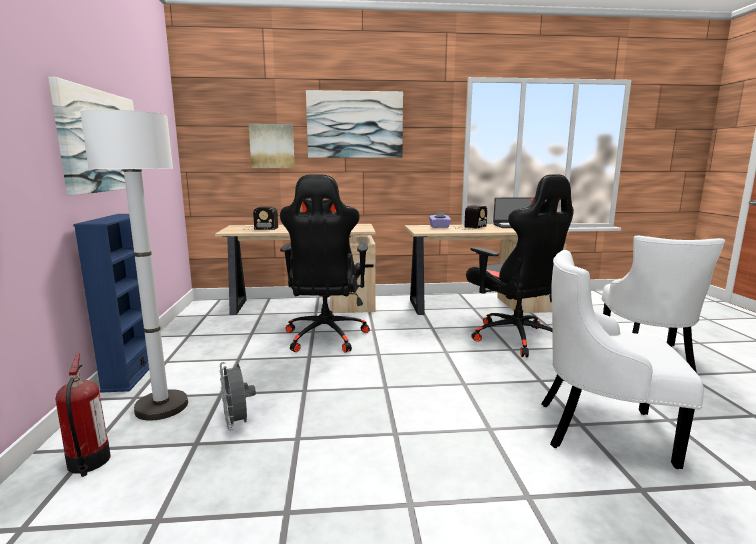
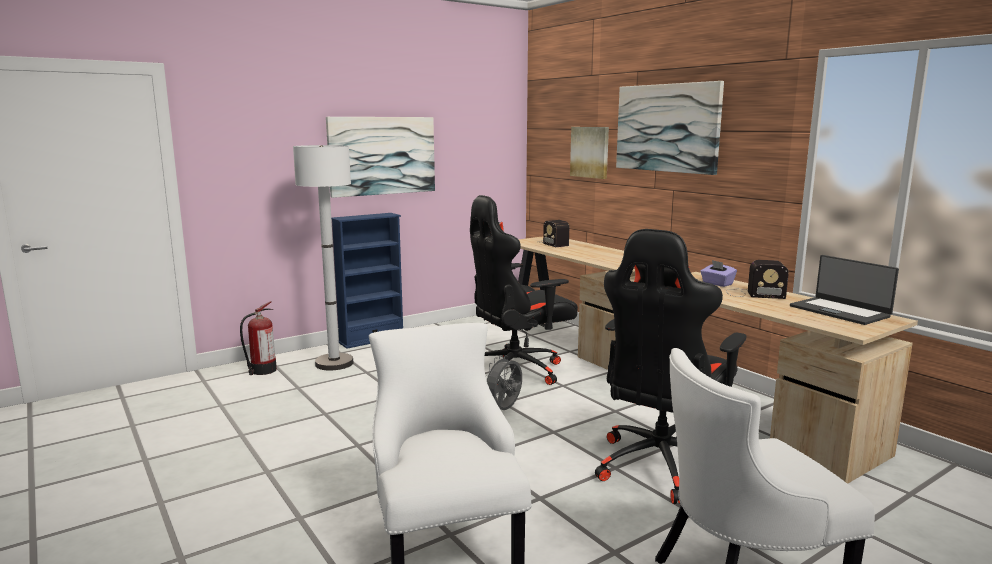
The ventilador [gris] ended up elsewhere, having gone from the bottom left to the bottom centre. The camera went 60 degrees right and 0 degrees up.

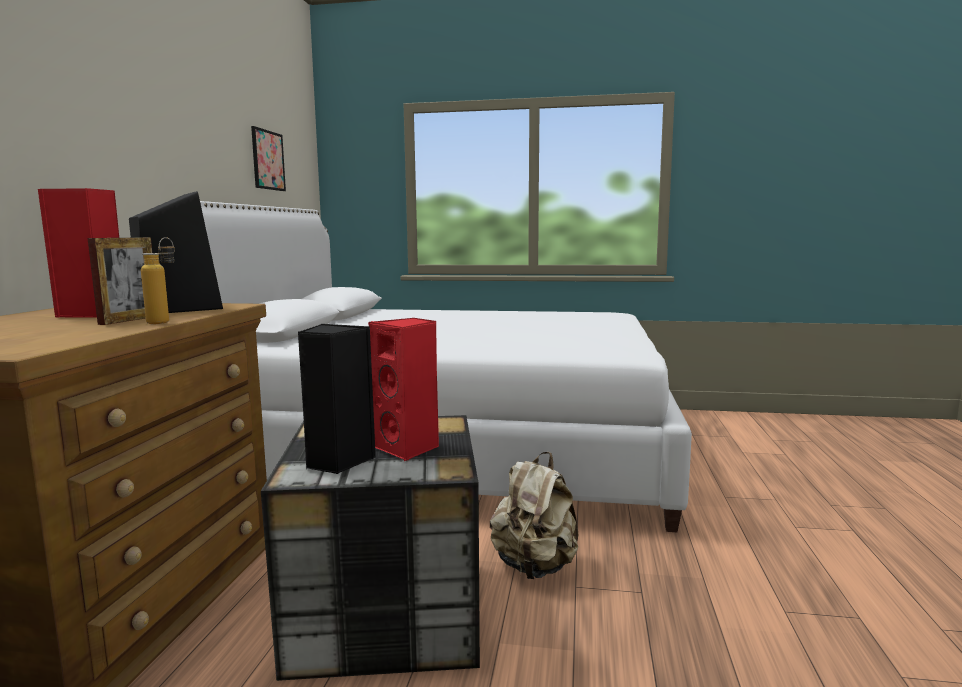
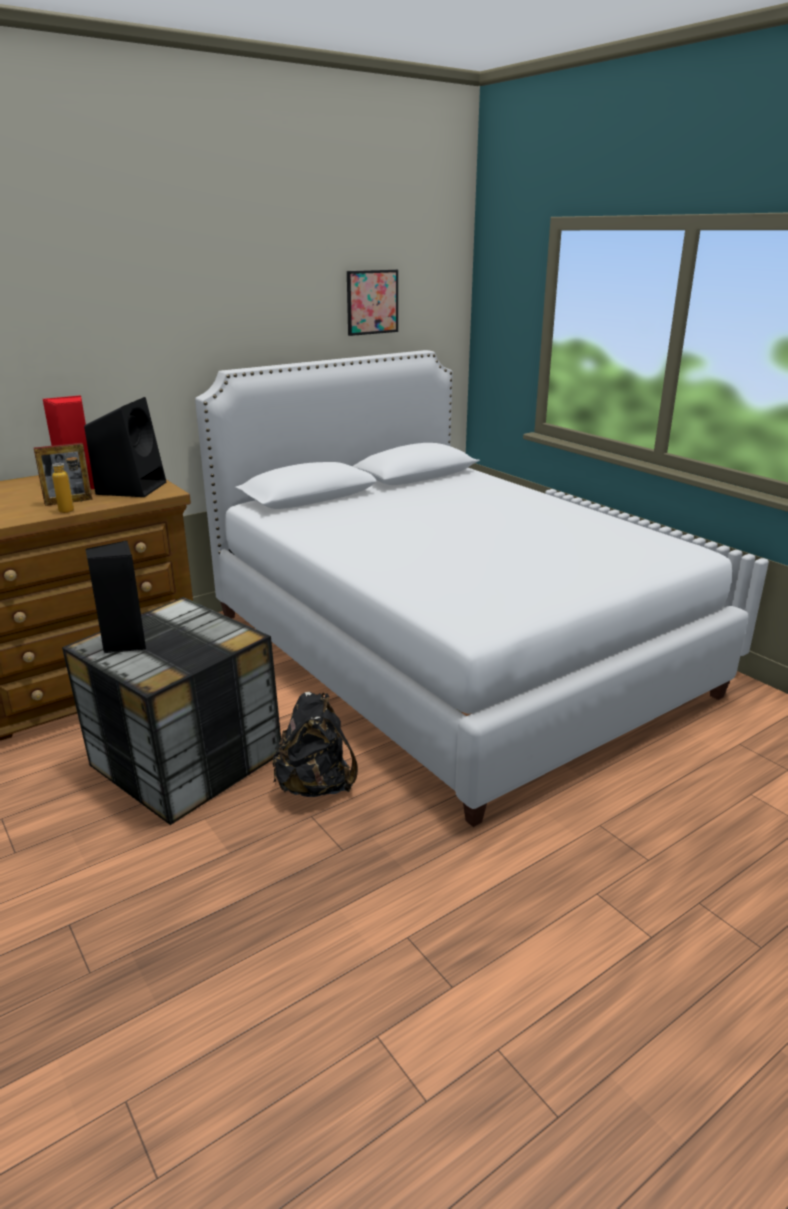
The second view lost the altavoz [rojo] (no. 2 from left) at the centre. What was the mochila [beis] at the bottom centre turned into the mochila [negro] at the centre. The camera went 45 degrees right and 15 degrees up.

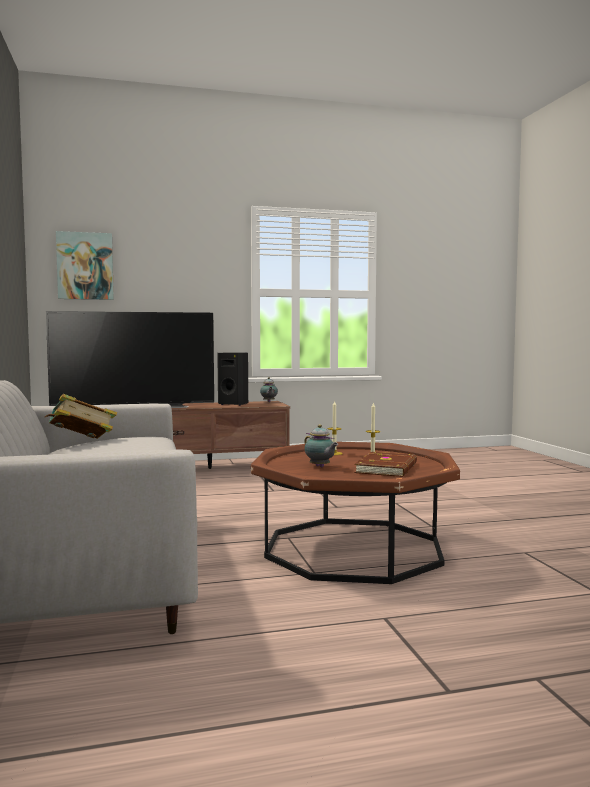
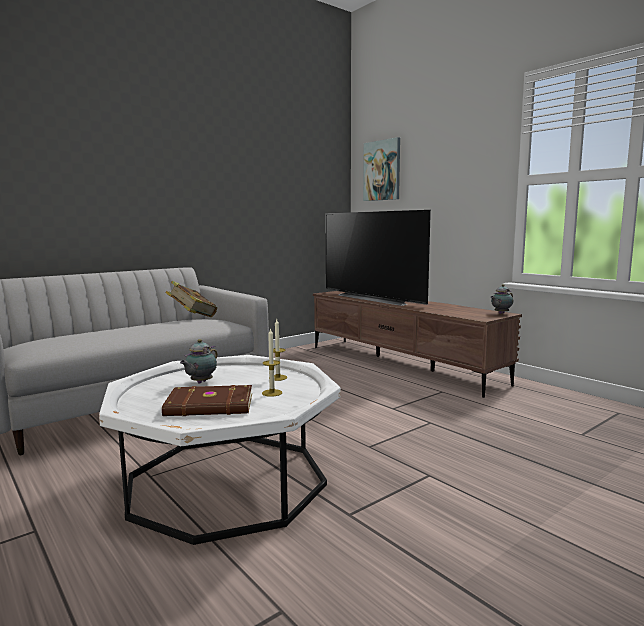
The second view lost the altavoz [negro] at the centre. What was the mesa de centro [marrón] at the centre turned into the mesa de centro [blanco] at the bottom centre. The camera went 65 degrees right and 5 degrees up.

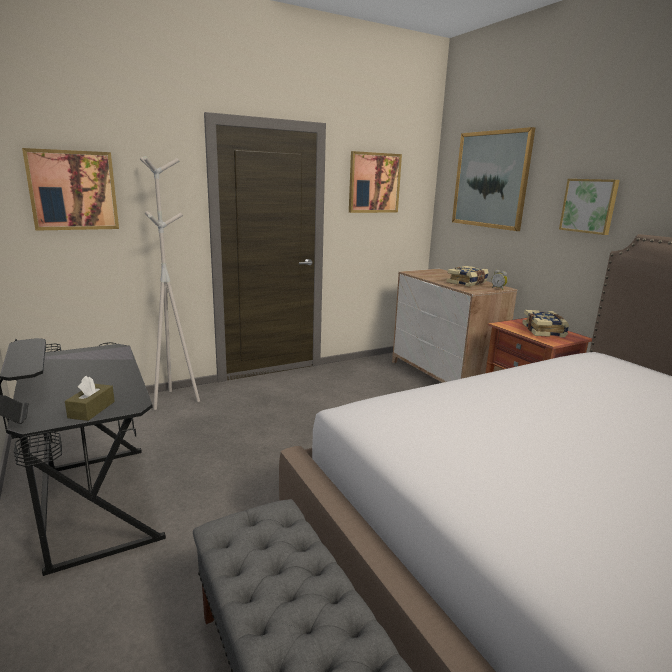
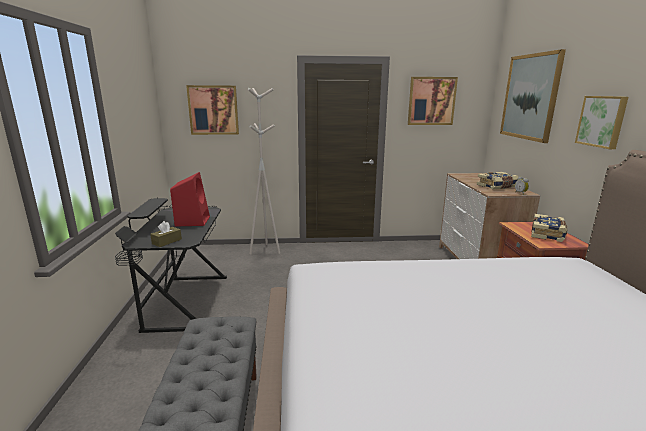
The second view gained the altavoz [rojo] at the middle left. The camera went 25 degrees right and 0 degrees up.

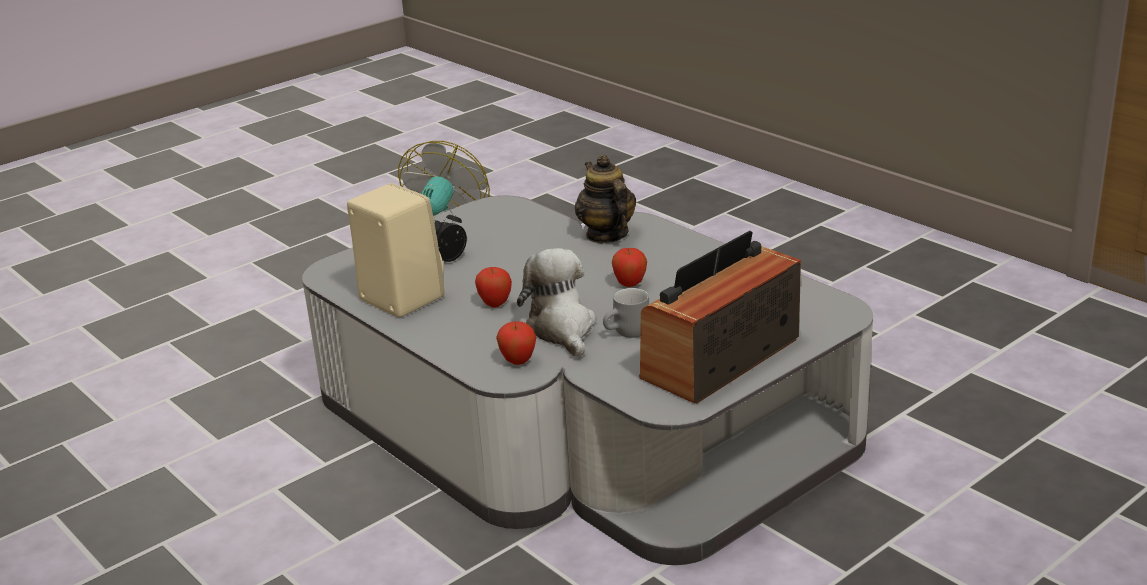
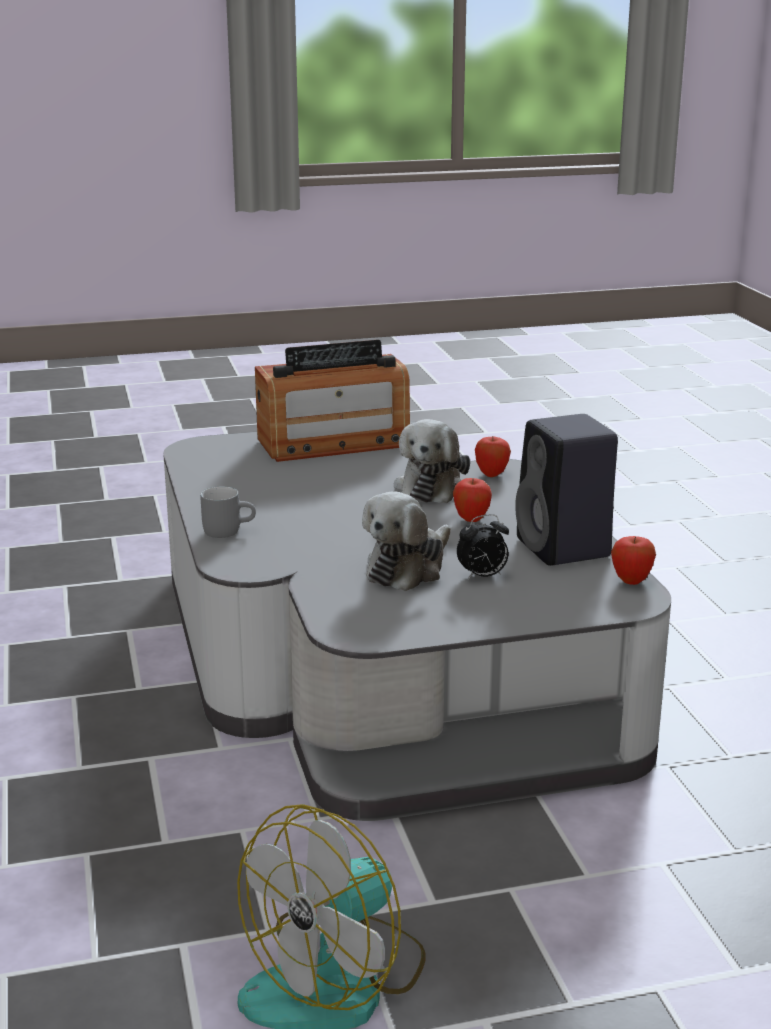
What was the altavoz [beis] at the centre turned into the altavoz [negro] at the middle right. The second view lost the tetera at the centre. The taza grande [gris] ended up elsewhere, having gone from the centre to the middle left. The manzana (no. 3 from left) ended up elsewhere, having gone from the centre to the middle right. The second view gained the peluche (no. 1 from left) at the centre. The camera went 155 degrees left and 5 degrees down.

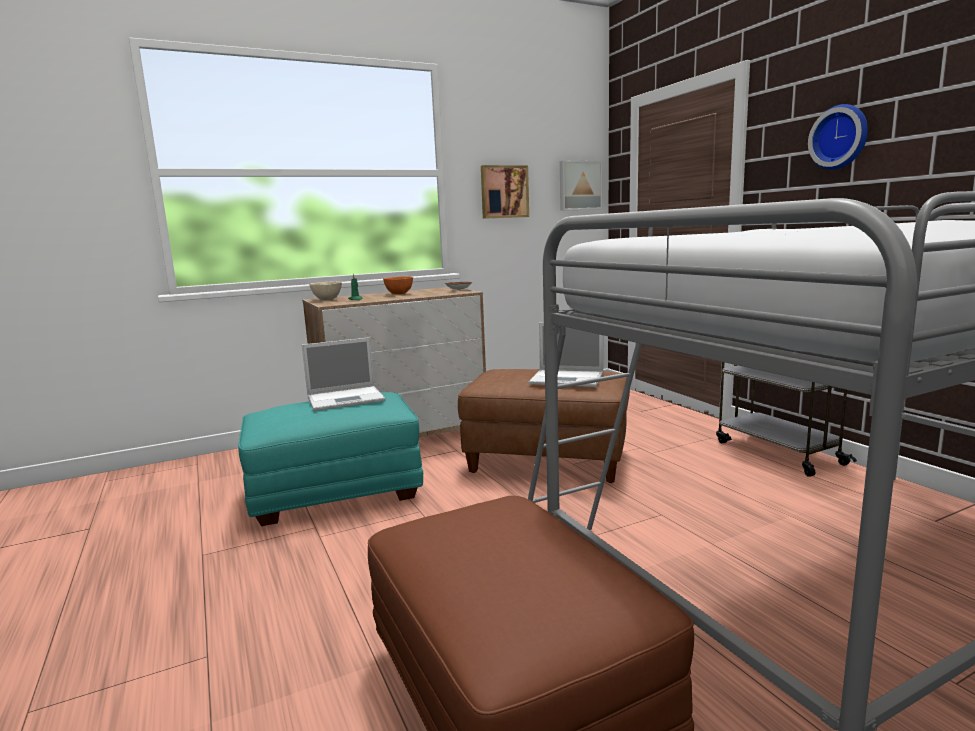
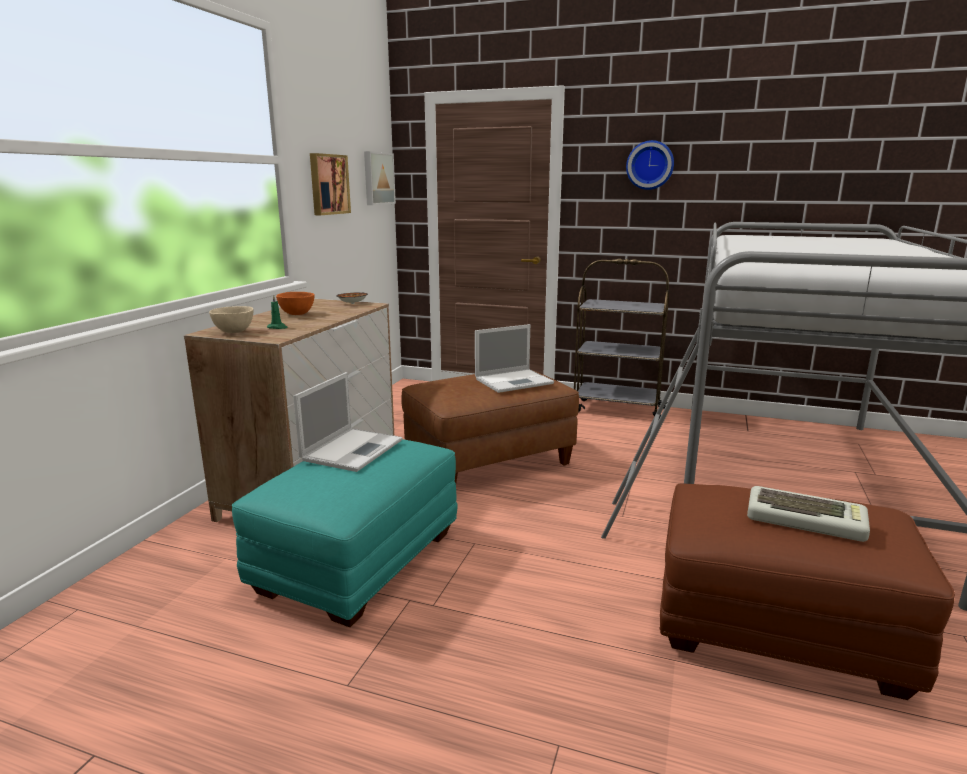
The second view gained the teclado at the middle right. The camera went 45 degrees left and 5 degrees up.

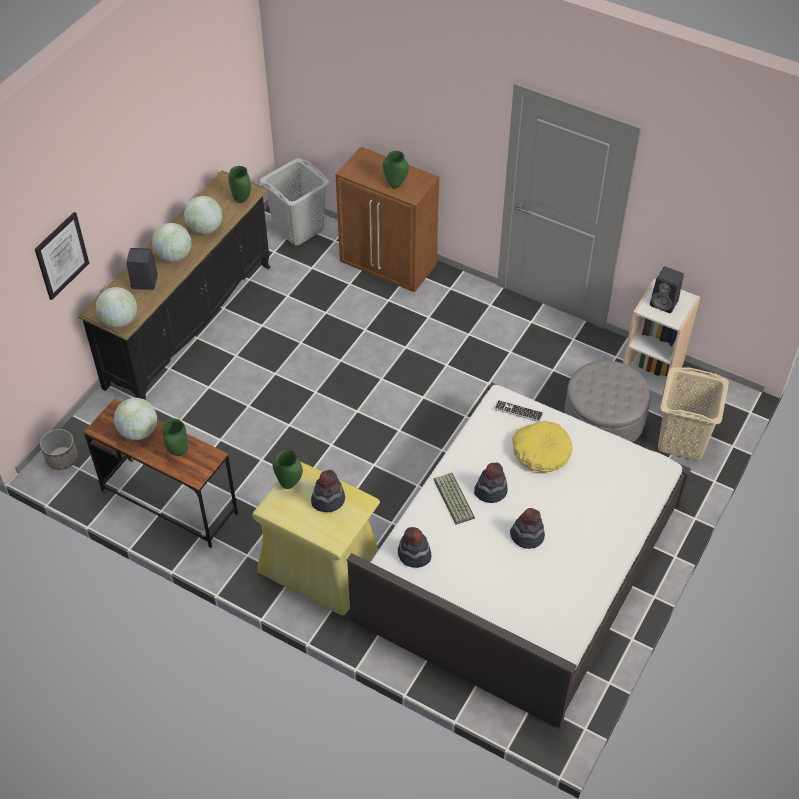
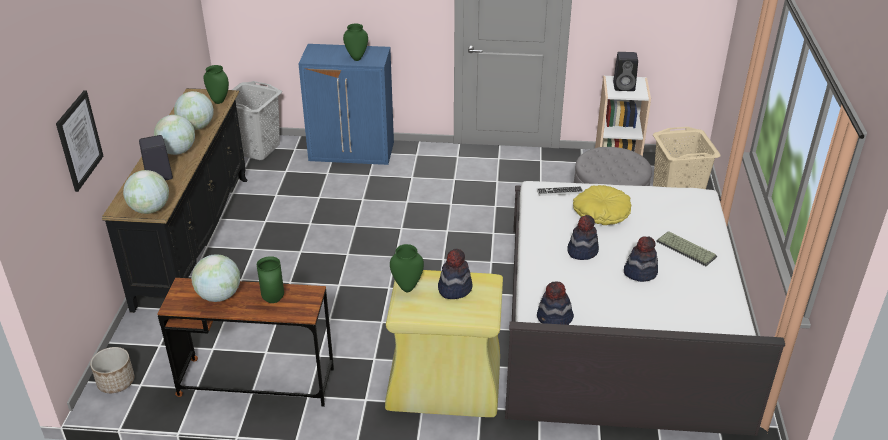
What was the armario [marrón] at the top centre turned into the armario [azul] at the top centre. The teclado (no. 1 from left in the first image) ended up elsewhere, having gone from the centre to the middle right. The camera went 25 degrees left and 15 degrees down.

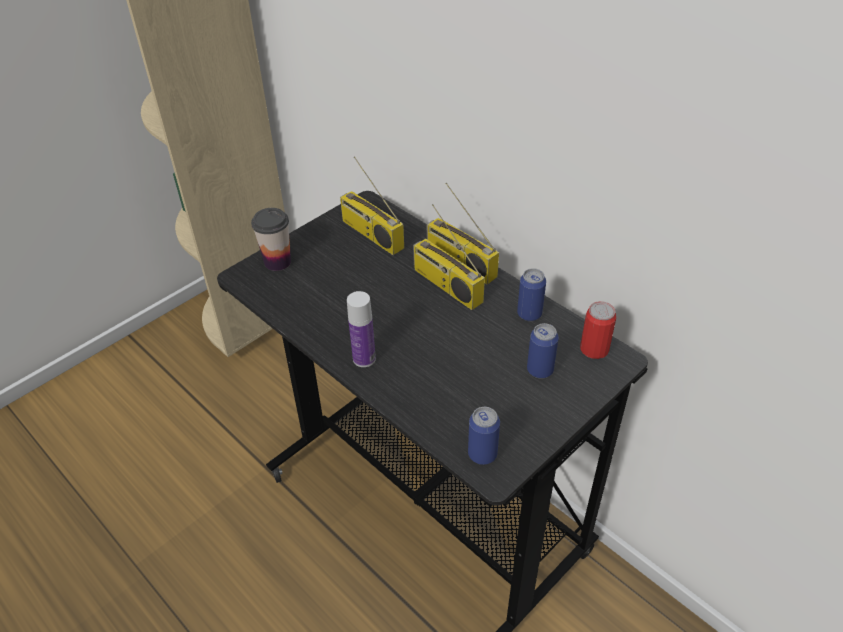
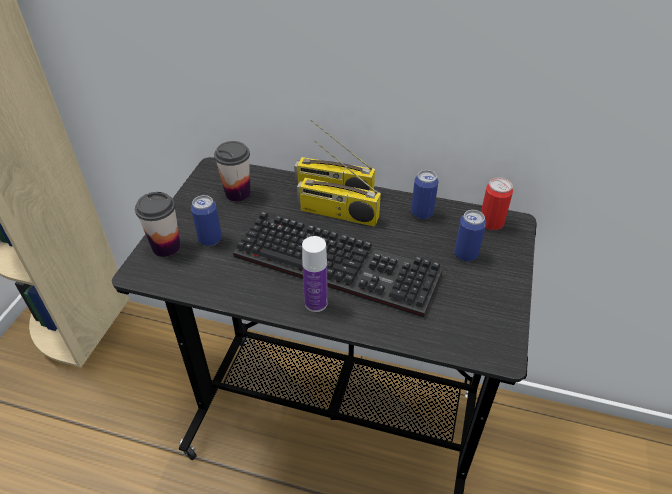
Where the radio (no. 1 from left) stood at the top centre, the taza (no. 2 from left) came to stand at the centre. The lata (no. 1 from left) ended up elsewhere, having gone from the bottom centre to the middle left. The second view gained the teclado at the centre. The camera went 30 degrees left and 0 degrees up.

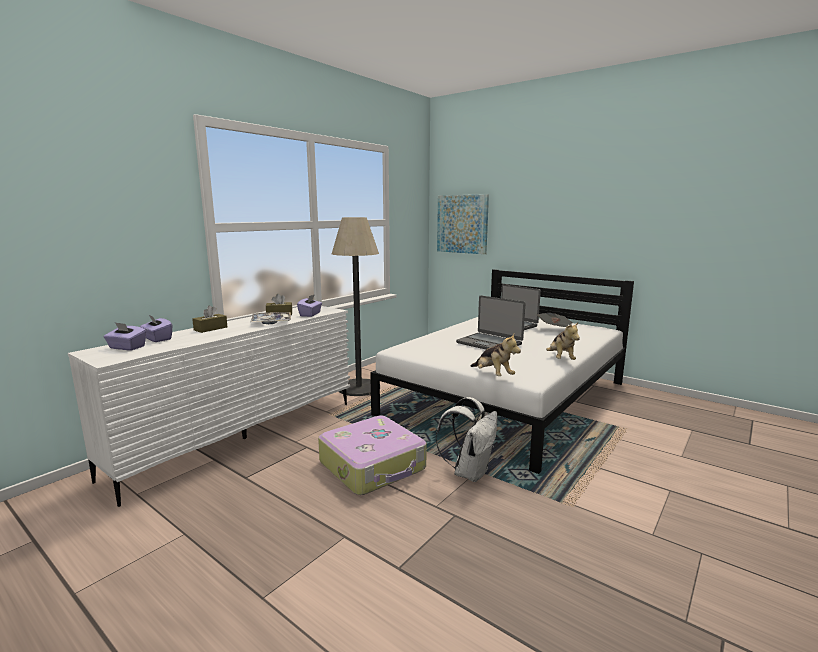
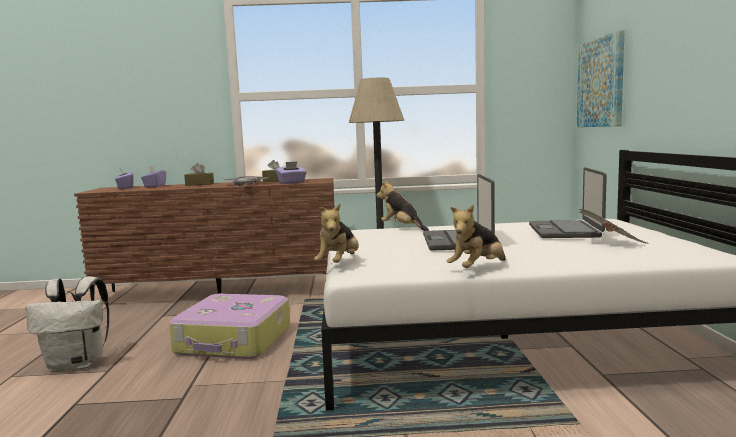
What was the cómoda [blanco] at the middle left turned into the cómoda [marrón] at the middle left. The mochila [blanco] ended up elsewhere, having gone from the bottom centre to the bottom left. The second view gained the peluche (no. 2 from left) at the centre. The camera went 50 degrees right and 5 degrees down.

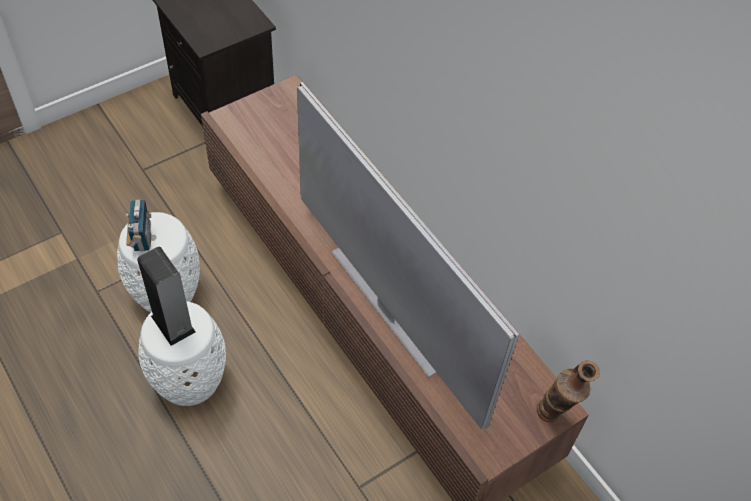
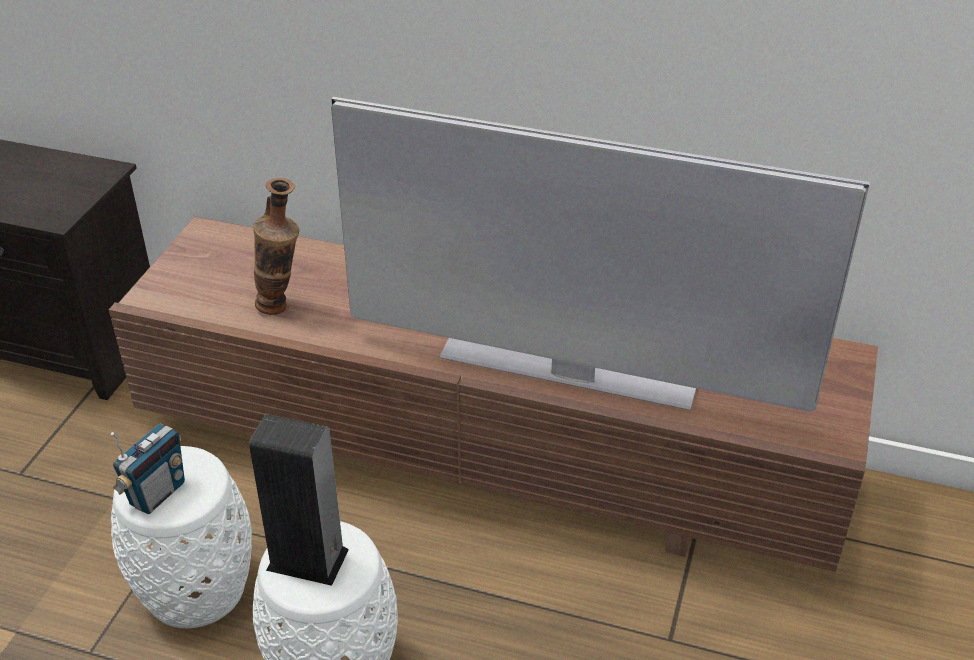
The radio at the middle left ended up facing another way, 75 degrees clockwise from before. The florero ended up elsewhere, having gone from the bottom right to the middle left. The camera went 35 degrees left and 15 degrees down.

